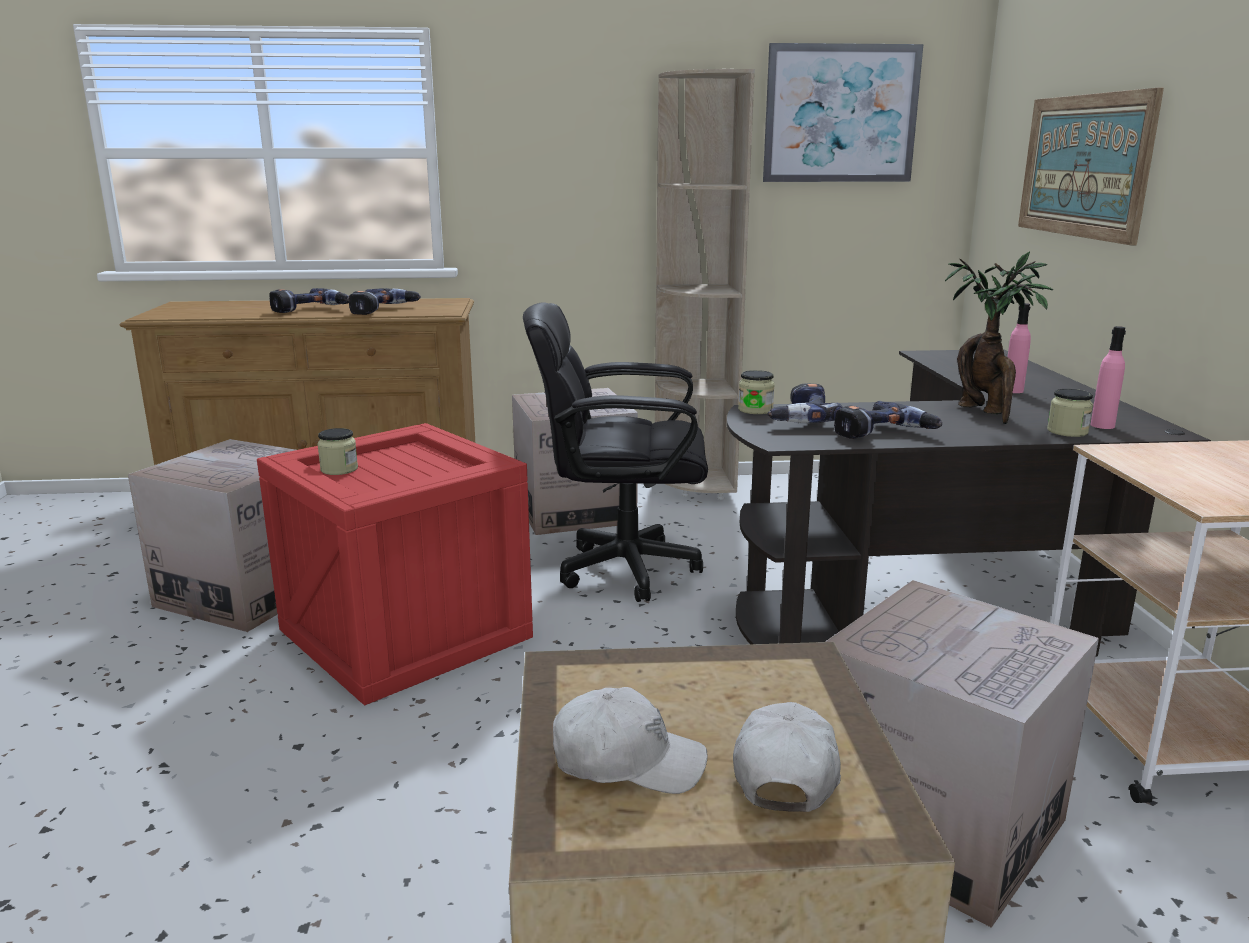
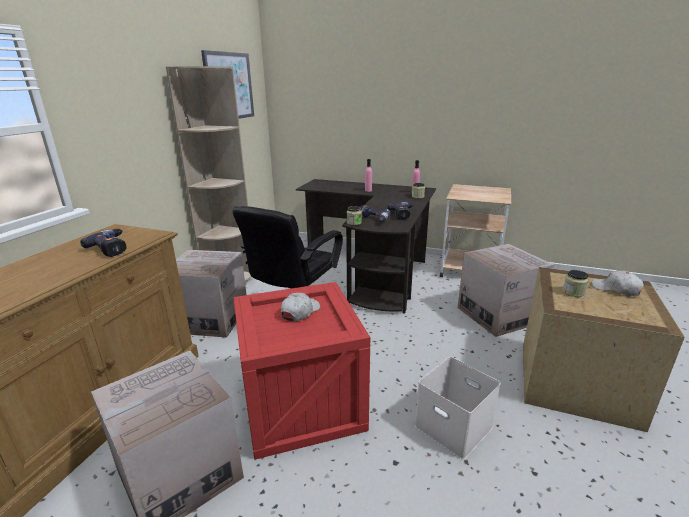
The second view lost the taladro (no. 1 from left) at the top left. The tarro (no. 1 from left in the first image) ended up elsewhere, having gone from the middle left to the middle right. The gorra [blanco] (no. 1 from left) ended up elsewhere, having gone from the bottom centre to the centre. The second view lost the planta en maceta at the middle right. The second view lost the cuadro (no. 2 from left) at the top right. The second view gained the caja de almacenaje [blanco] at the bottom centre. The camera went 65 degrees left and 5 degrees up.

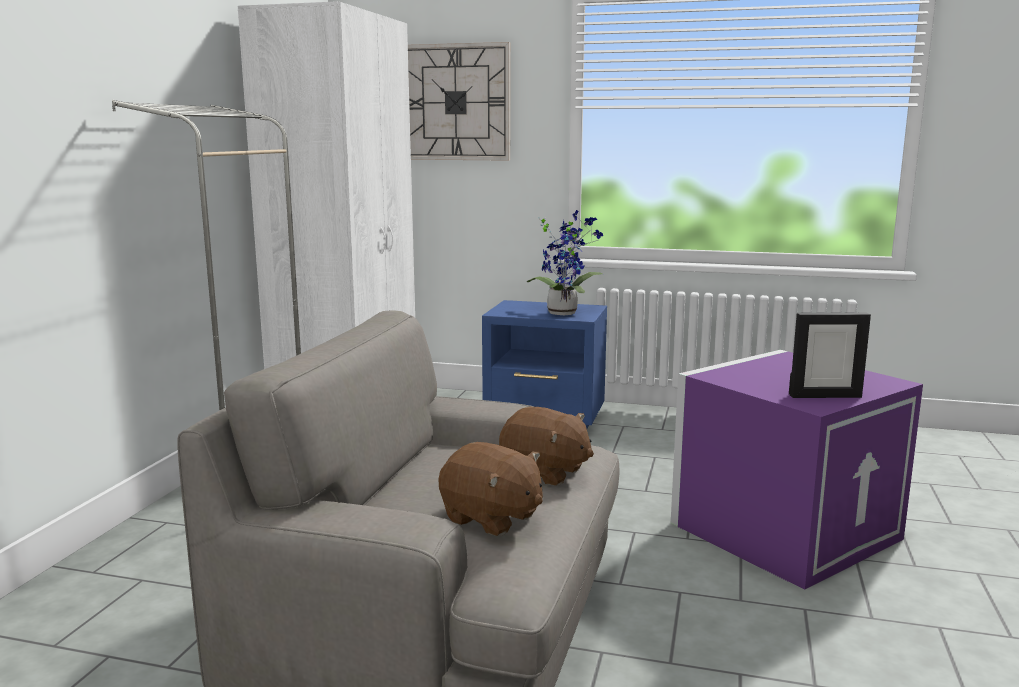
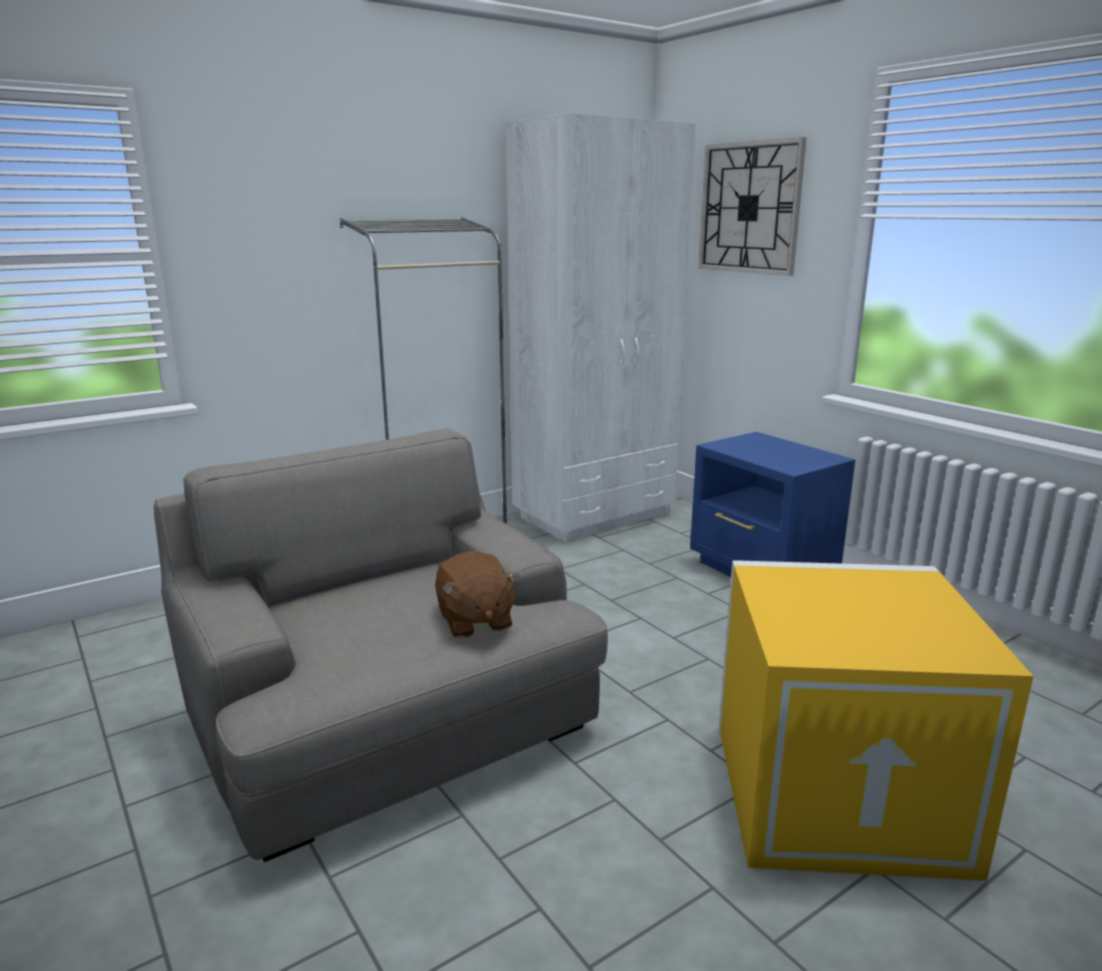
The second view lost the peluche [marrón] (no. 1 from left) at the bottom centre. The second view lost the planta en maceta at the centre. What was the caja de almacenaje [morado] at the bottom right turned into the caja de almacenaje [amarillo] at the bottom right. The second view lost the portarretratos at the middle right. The camera went 40 degrees right and 5 degrees up.

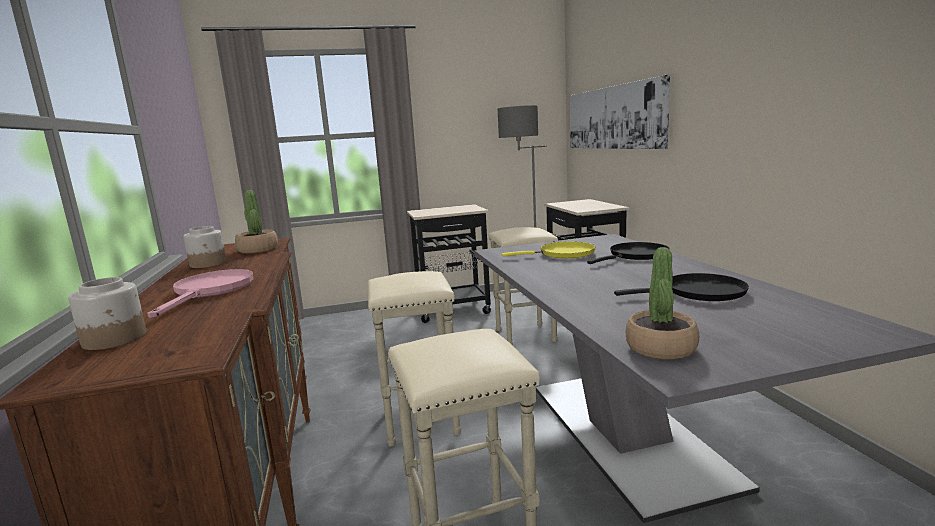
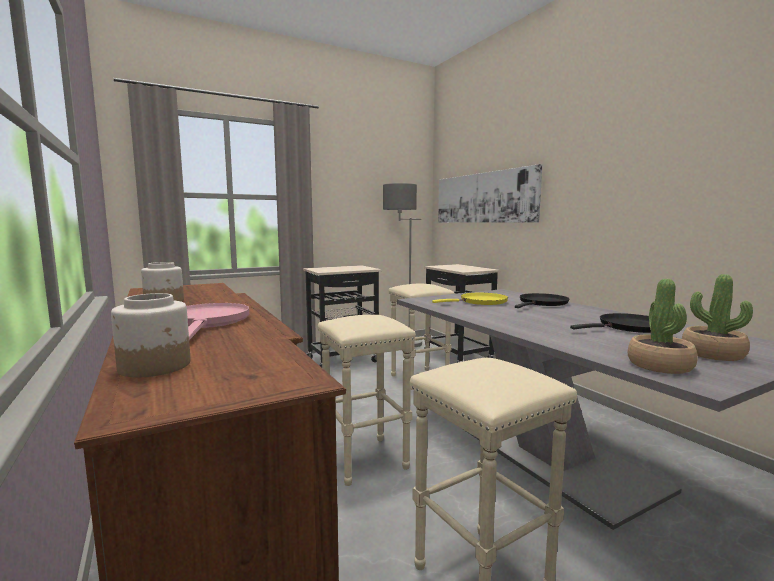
The planta en maceta (no. 1 from left in the first image) ended up elsewhere, having gone from the middle left to the middle right. The camera went 15 degrees left and 5 degrees down.

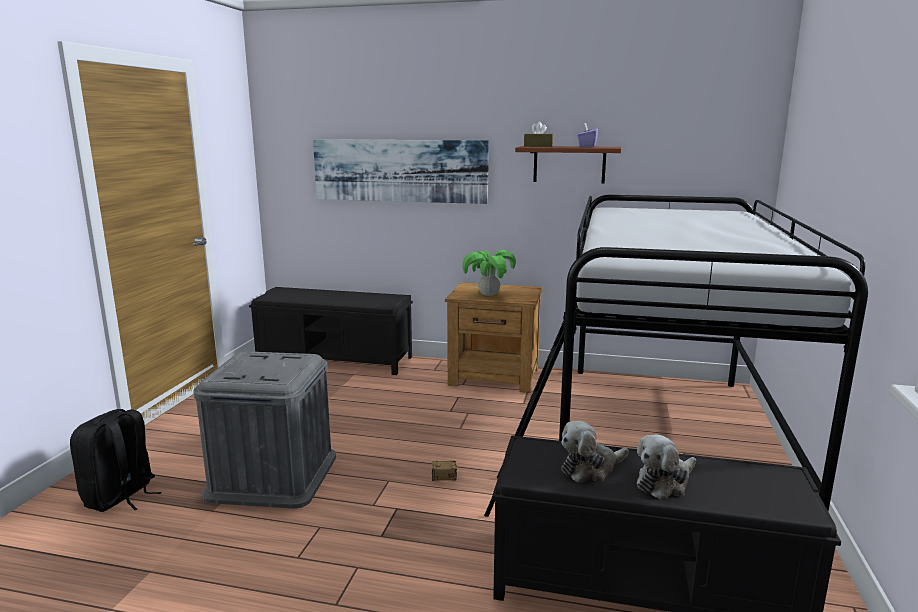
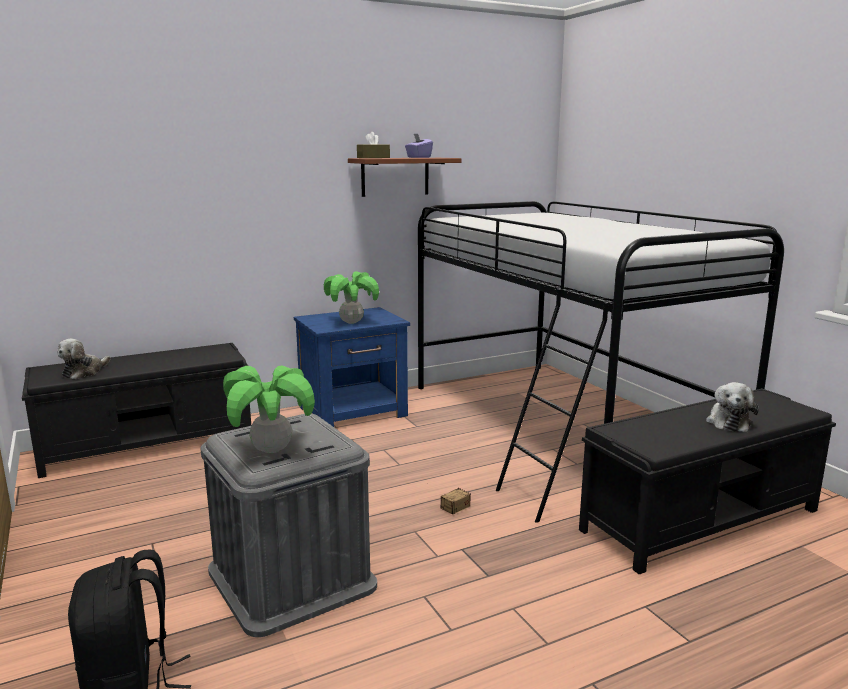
The second view lost the cuadro at the top centre. What was the mesita de noche [marrón] at the centre turned into the mesita de noche [azul] at the centre. The peluche (no. 1 from left) ended up elsewhere, having gone from the bottom centre to the middle left. The second view gained the planta en maceta (no. 1 from left) at the middle left. The camera went 40 degrees left and 0 degrees up.

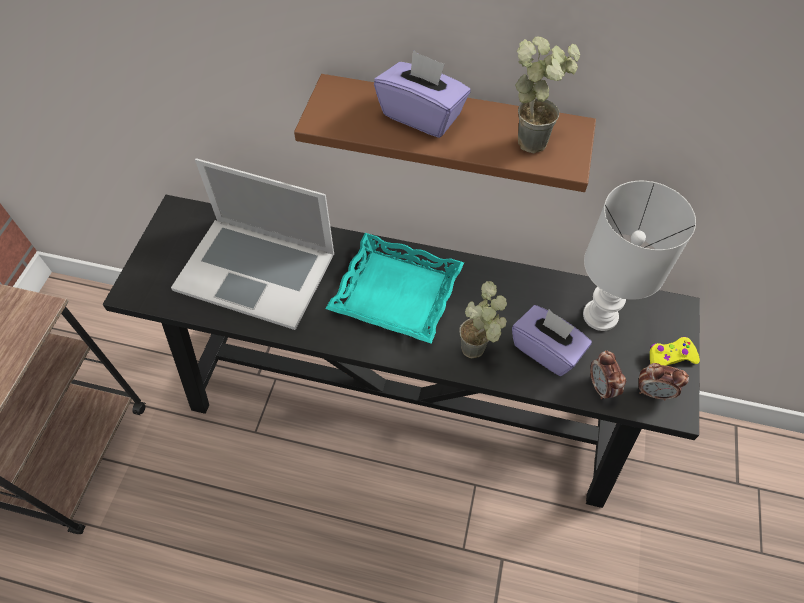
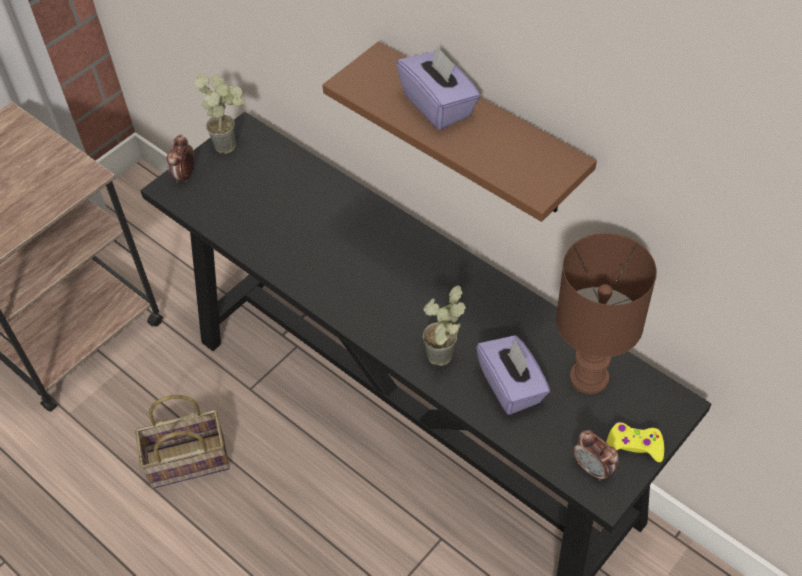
The second view lost the portátil at the middle left. The second view lost the bandeja [turquesa] at the centre. The planta en maceta (no. 2 from left in the first image) ended up elsewhere, having gone from the top right to the top left. What was the lámpara de mesa [blanco] at the middle right turned into the lámpara de mesa [marrón] at the middle right. The despertador (no. 1 from left) ended up elsewhere, having gone from the middle right to the top left. The second view gained the cesta at the bottom left. The camera went 30 degrees right and 5 degrees down.

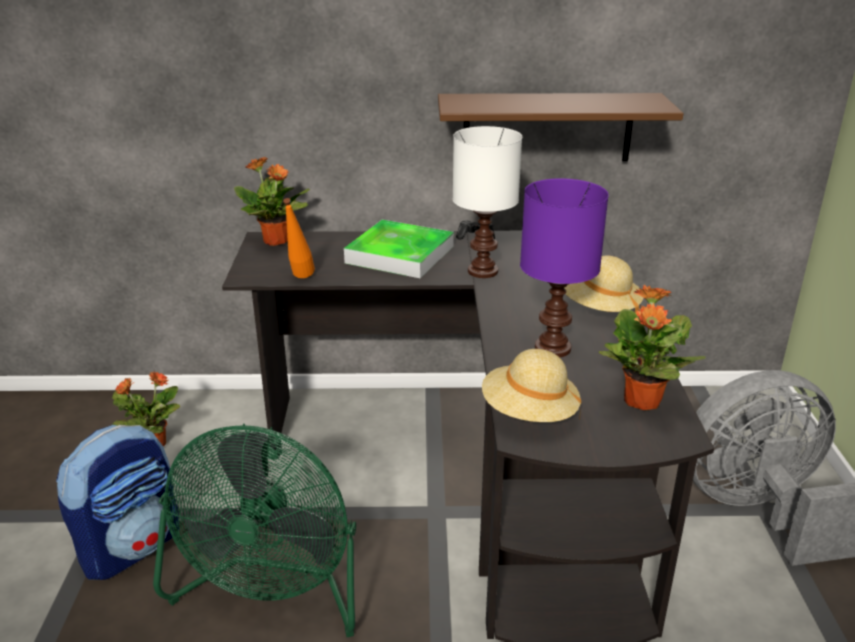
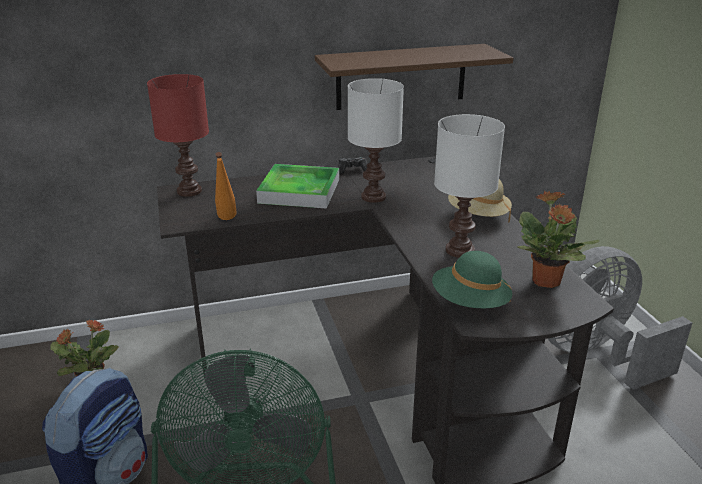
Where the planta en maceta (no. 2 from left) stood at the top left, the lámpara de mesa [rojo] came to stand at the top left. What was the sombrero [beis] (no. 1 from left) at the centre turned into the sombrero [verde] at the middle right. What was the lámpara de mesa [morado] at the centre turned into the lámpara de mesa [blanco] (no. 2 from left) at the middle right. The camera went 15 degrees left and 0 degrees up.

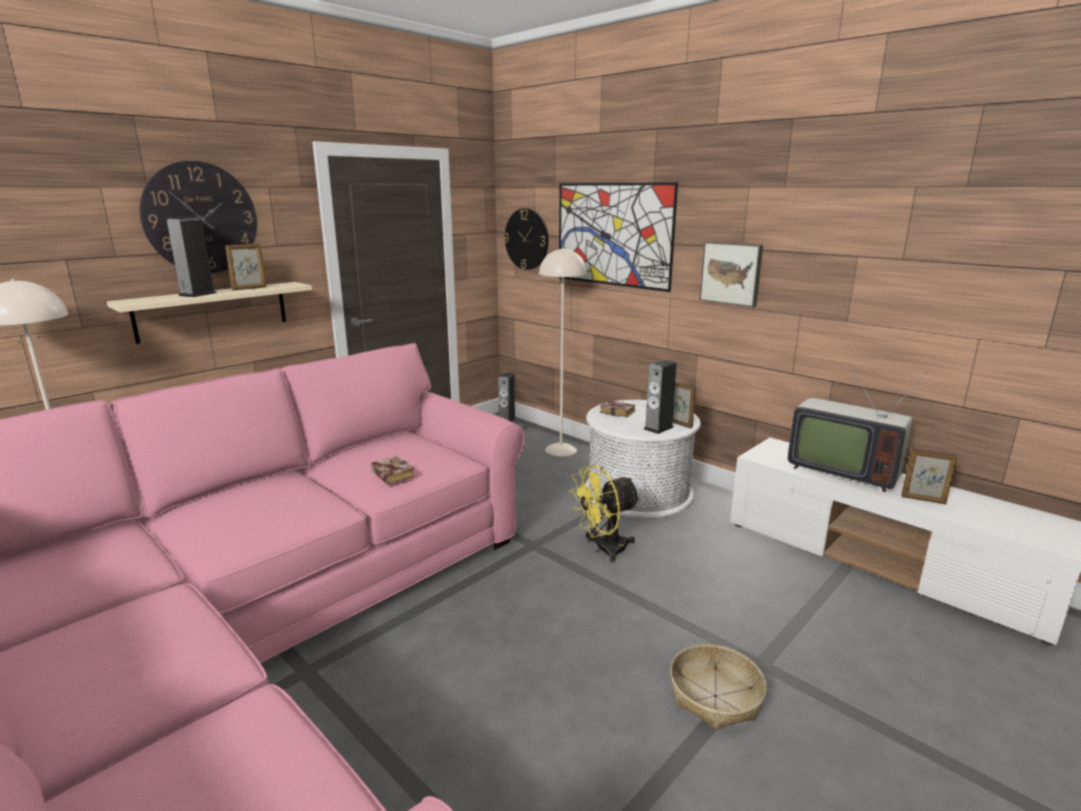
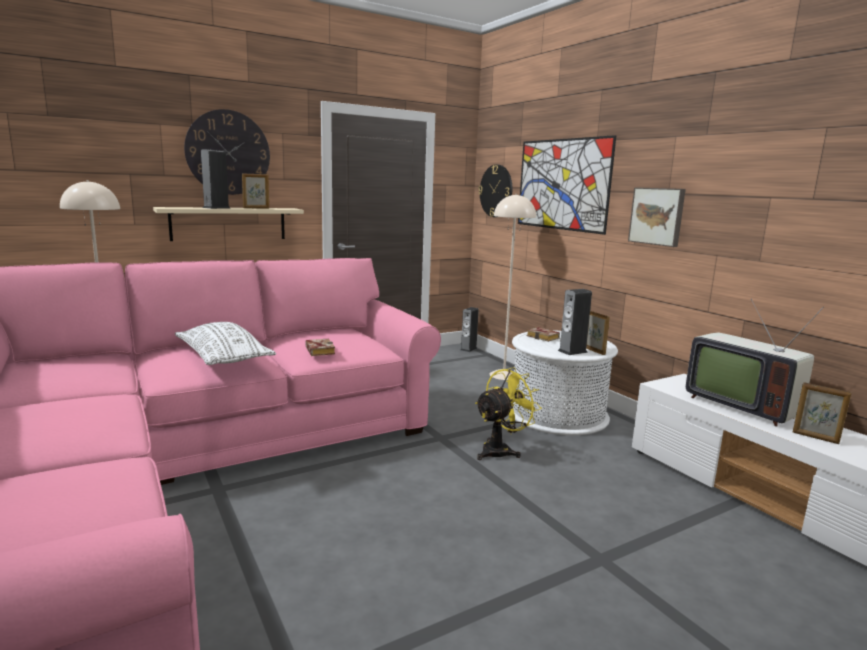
The ventilador [amarillo] at the centre ended up facing another way, 150 degrees clockwise from before. The second view lost the cesta at the bottom centre. The second view gained the cojín [blanco] at the middle left. The camera went 15 degrees right and 5 degrees down.

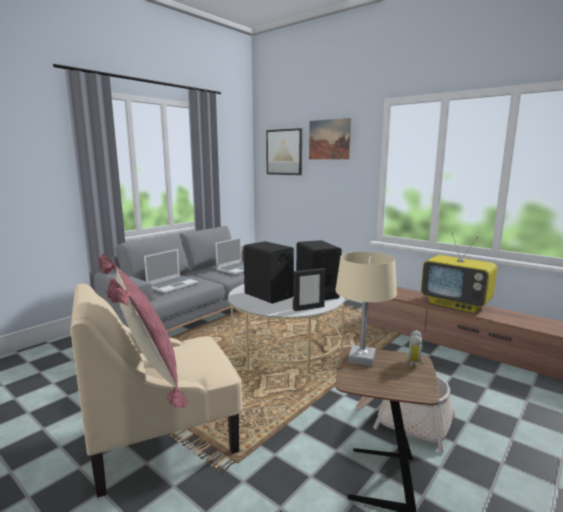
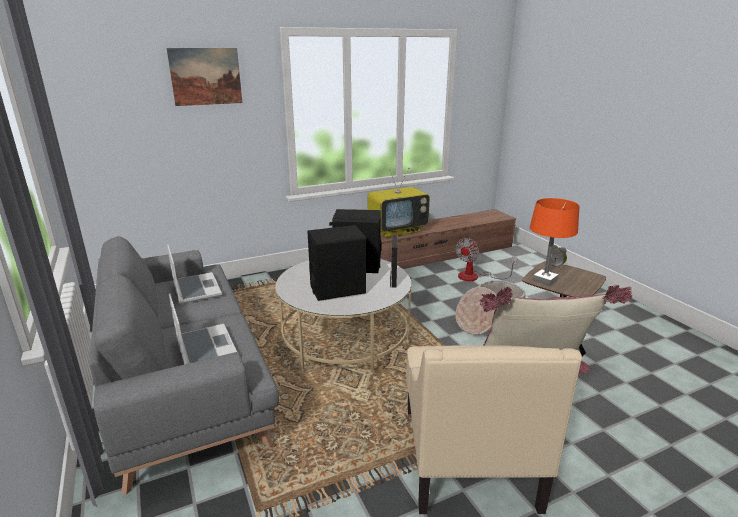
The second view lost the cuadro (no. 1 from left) at the top centre. What was the lámpara de mesa [beis] at the centre turned into the lámpara de mesa [naranja] at the middle right. The second view gained the ventilador at the centre. The camera went 65 degrees left and 10 degrees up.

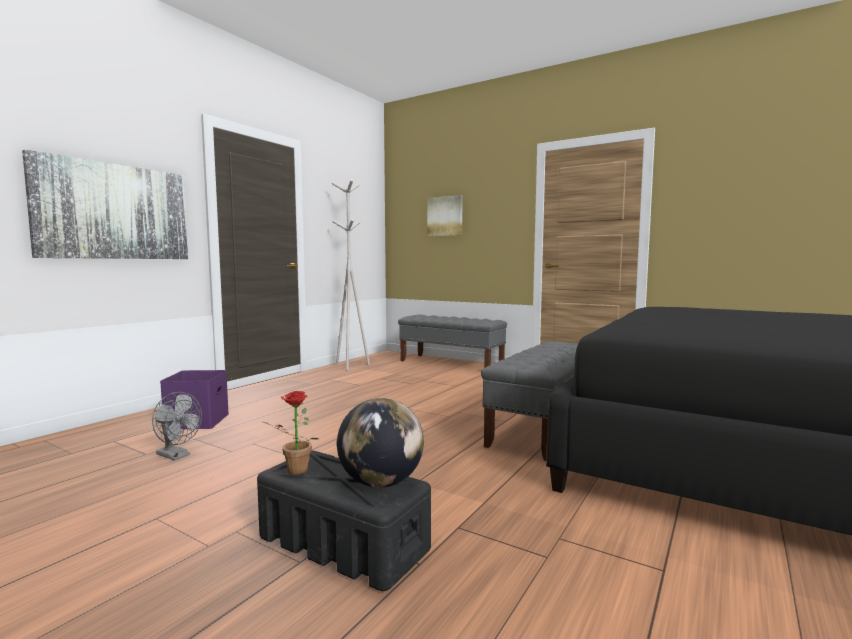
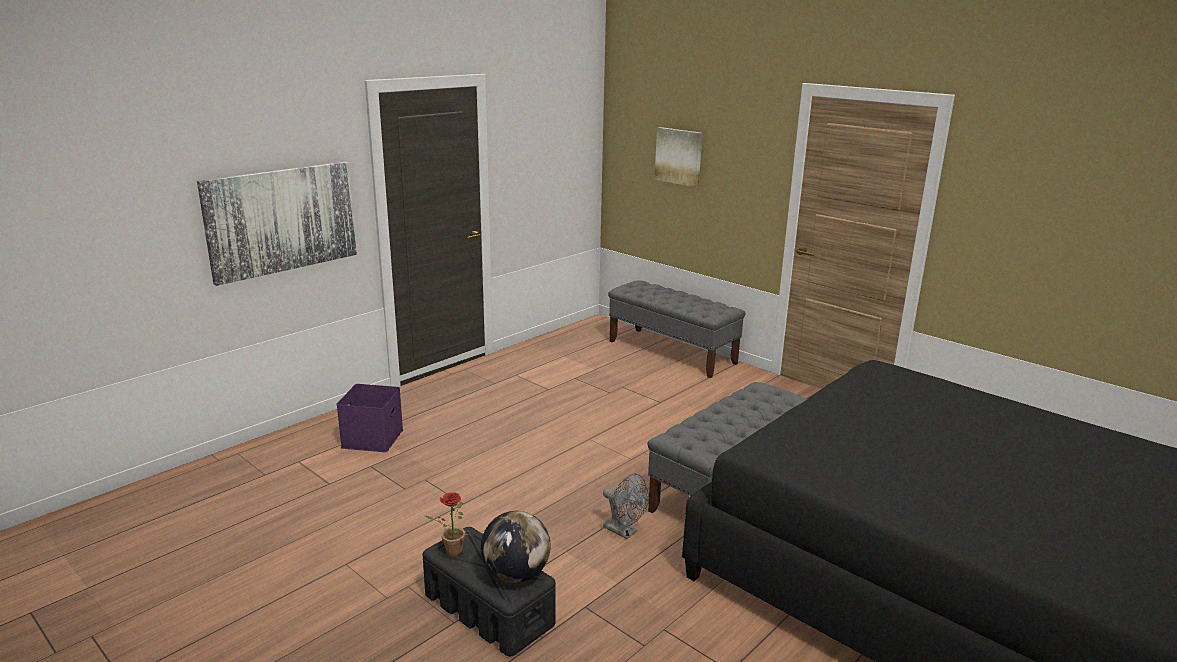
The ventilador [gris] ended up elsewhere, having gone from the bottom left to the bottom centre. The second view lost the perchero [gris] at the centre. The camera went 10 degrees right and 15 degrees up.

